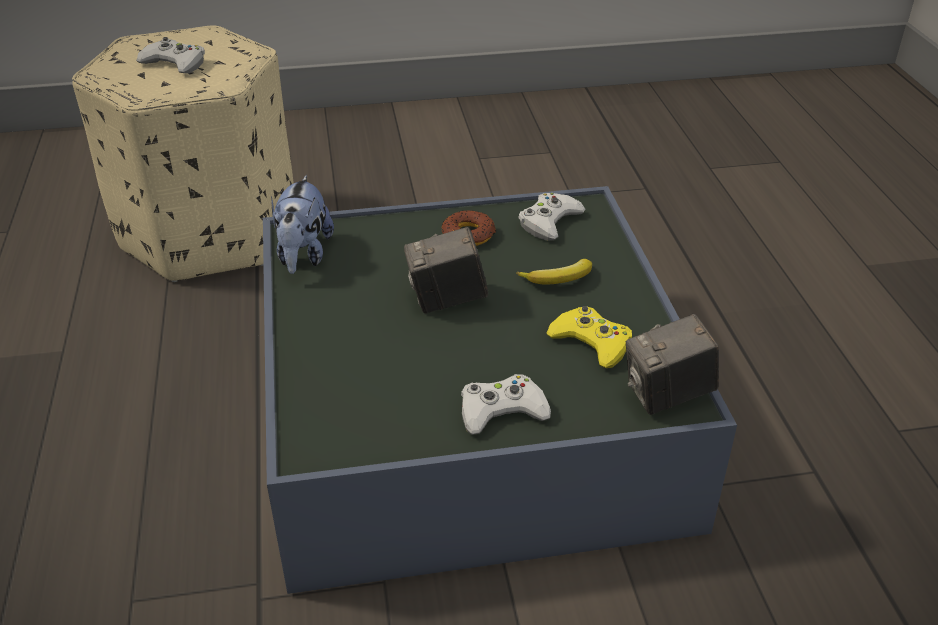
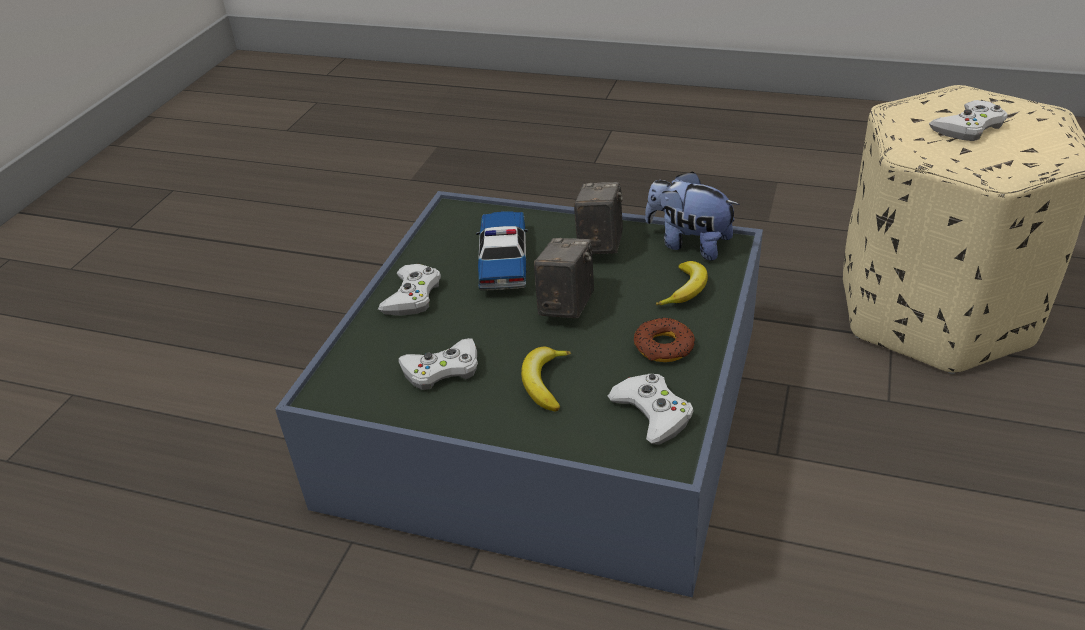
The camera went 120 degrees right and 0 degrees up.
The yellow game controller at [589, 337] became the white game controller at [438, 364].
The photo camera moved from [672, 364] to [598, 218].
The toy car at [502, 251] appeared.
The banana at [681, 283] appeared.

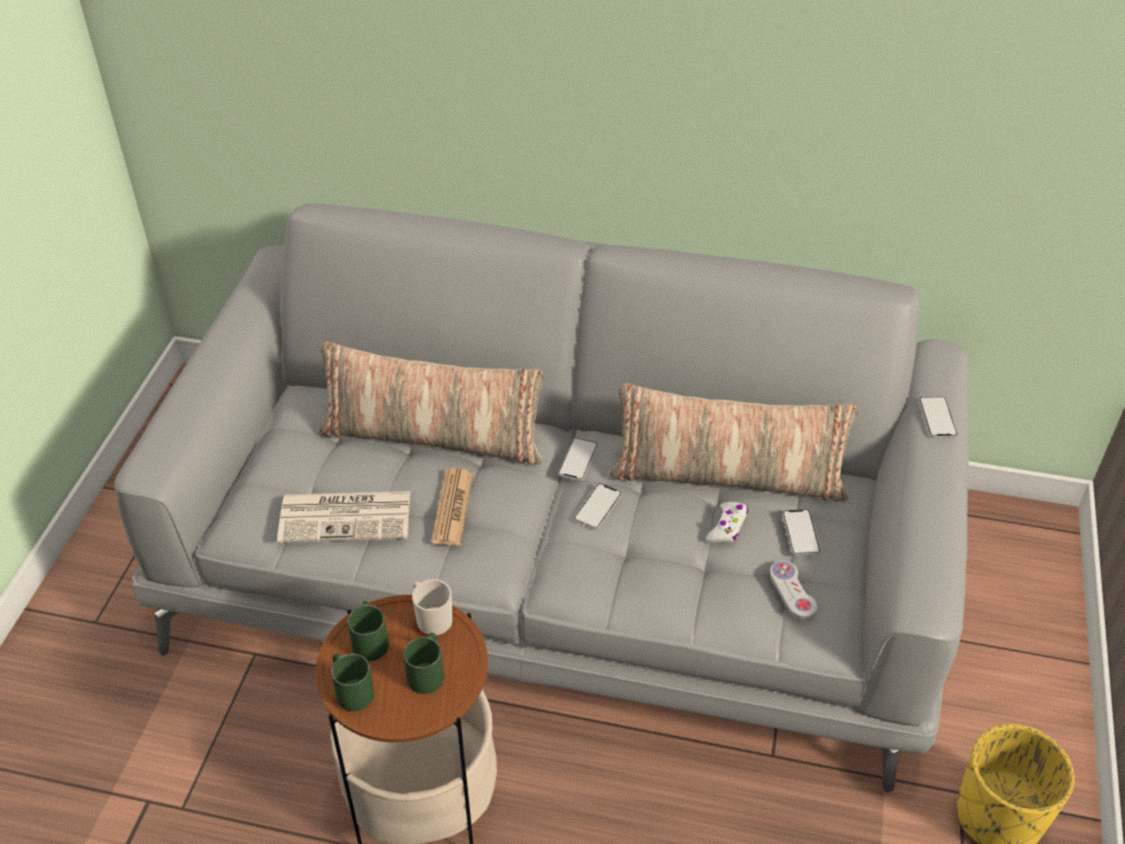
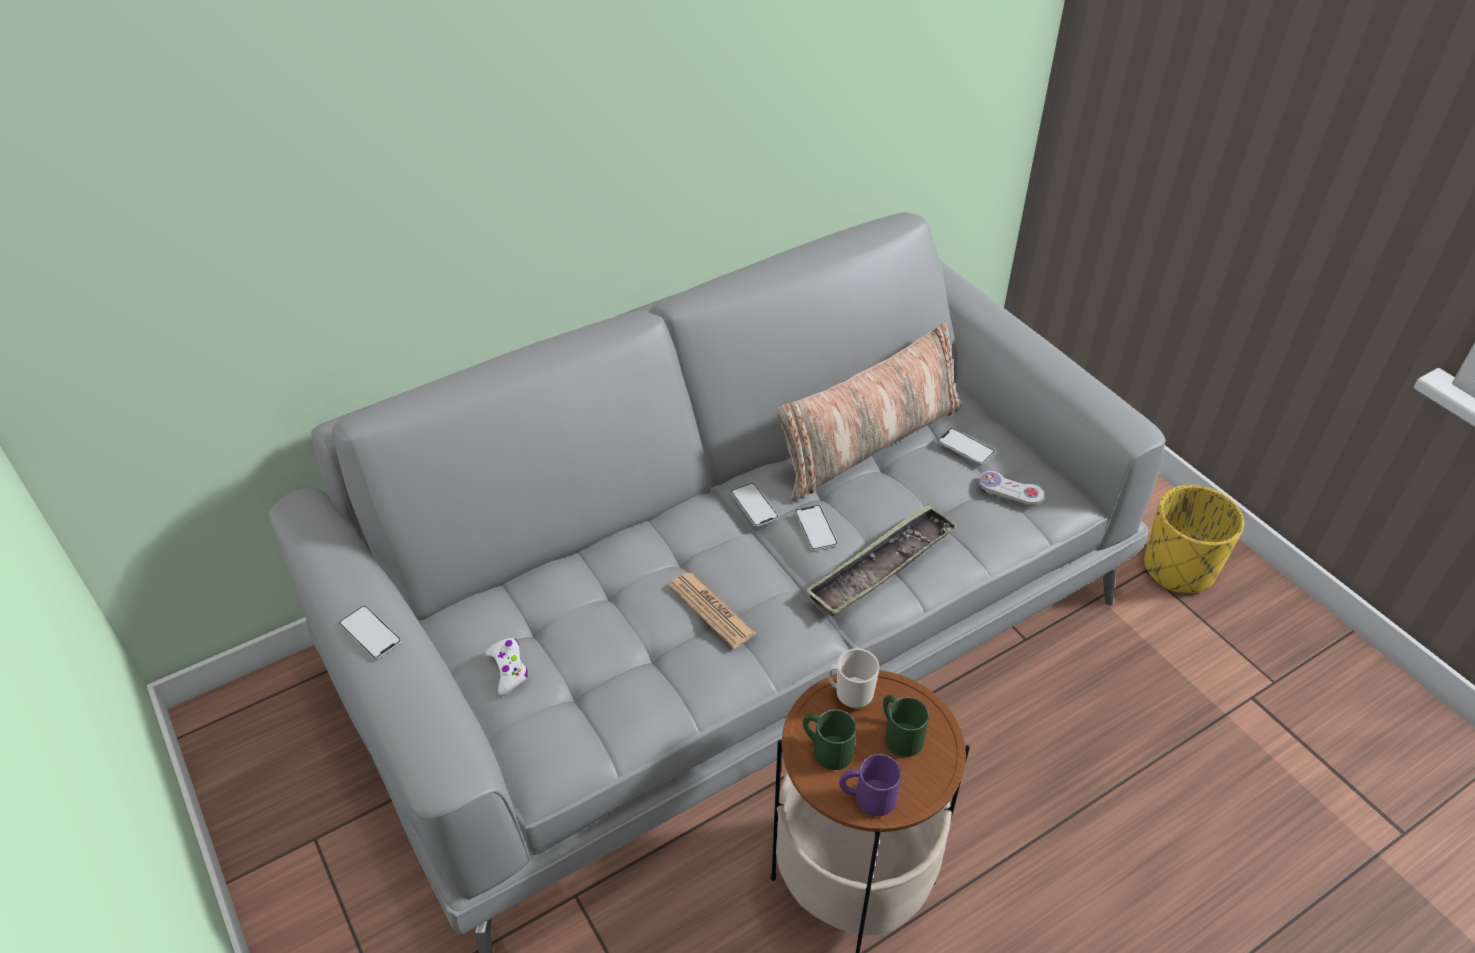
The camera went 45 degrees left and 0 degrees up.
The newspaper at [343, 517] disappeared.
The pillow at [431, 403] disappeared.
The green mug at [352, 682] became the purple mug at [870, 785].
The white game controller moved from [727, 522] to [507, 667].
The phone moved from [938, 417] to [370, 632].
The tray at [881, 560] appeared.

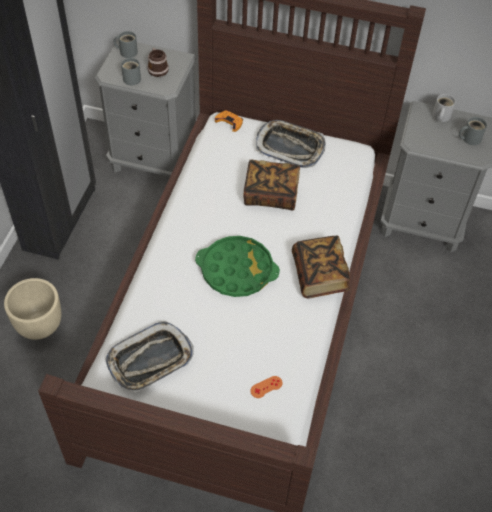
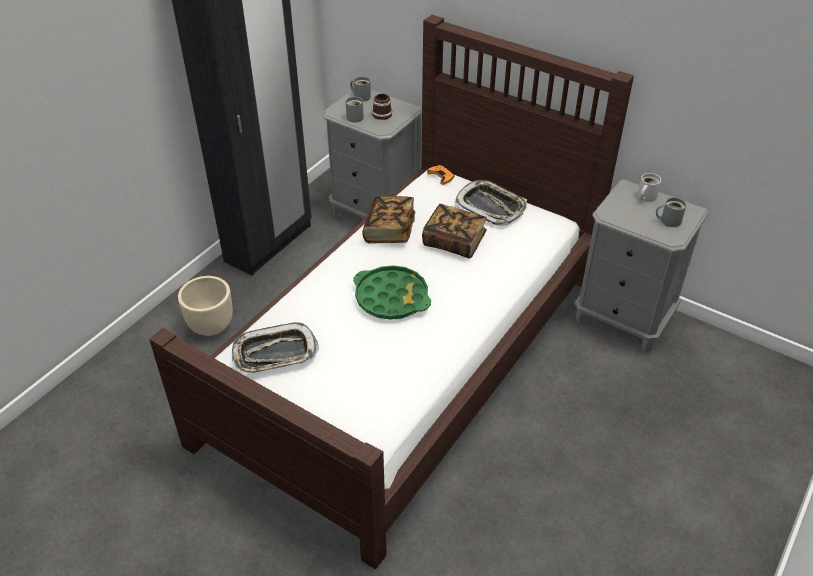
The camera went 20 degrees right and 10 degrees down.
The orange game controller at [266, 387] disappeared.
The book moved from [321, 267] to [388, 220].

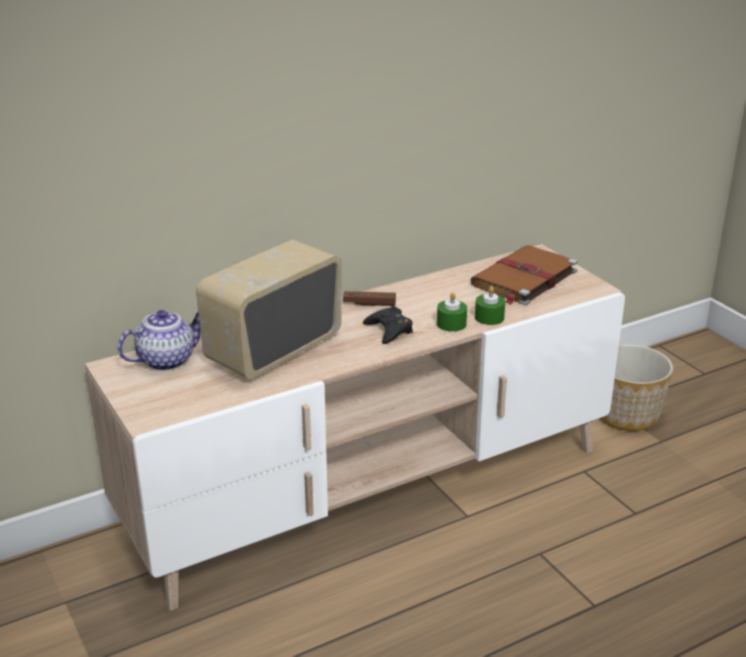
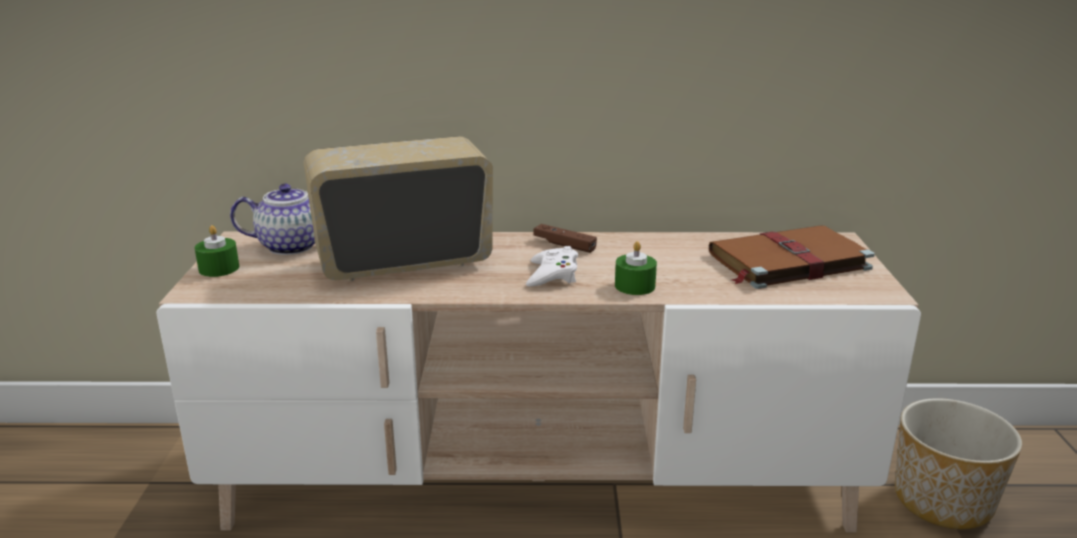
The camera went 30 degrees right and 5 degrees down.
The black game controller at [388, 325] became the white game controller at [552, 266].
The green candle moved from [490, 305] to [217, 251].

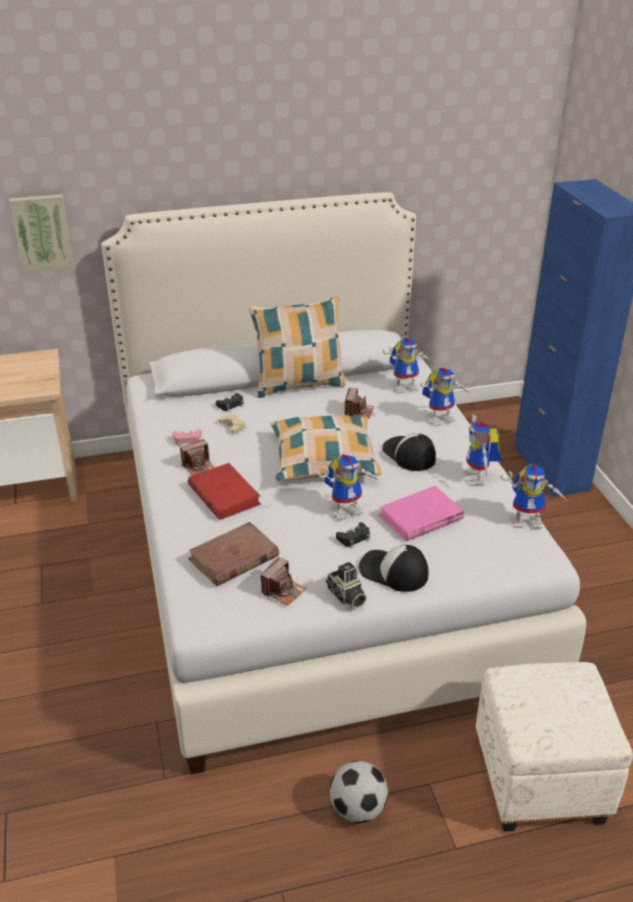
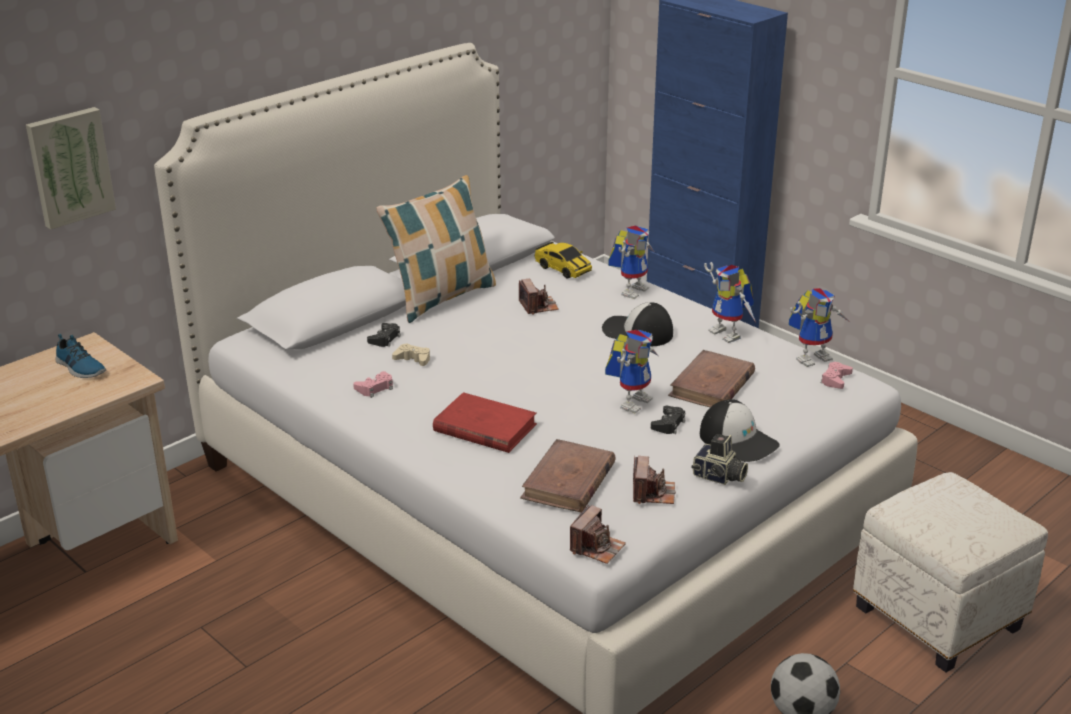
The camera went 30 degrees left and 5 degrees down.
The photo camera moved from [197, 457] to [598, 534].
The pillow at [326, 448] disappeared.
The cap at [393, 568] turned 135 degrees counterclockwise.
The pink book at [421, 513] became the brown book at [711, 378].
The toy robot at [409, 366] was replaced by the toy car at [563, 260].
The shoe at [81, 356] appeared.
The pink game controller at [837, 375] appeared.

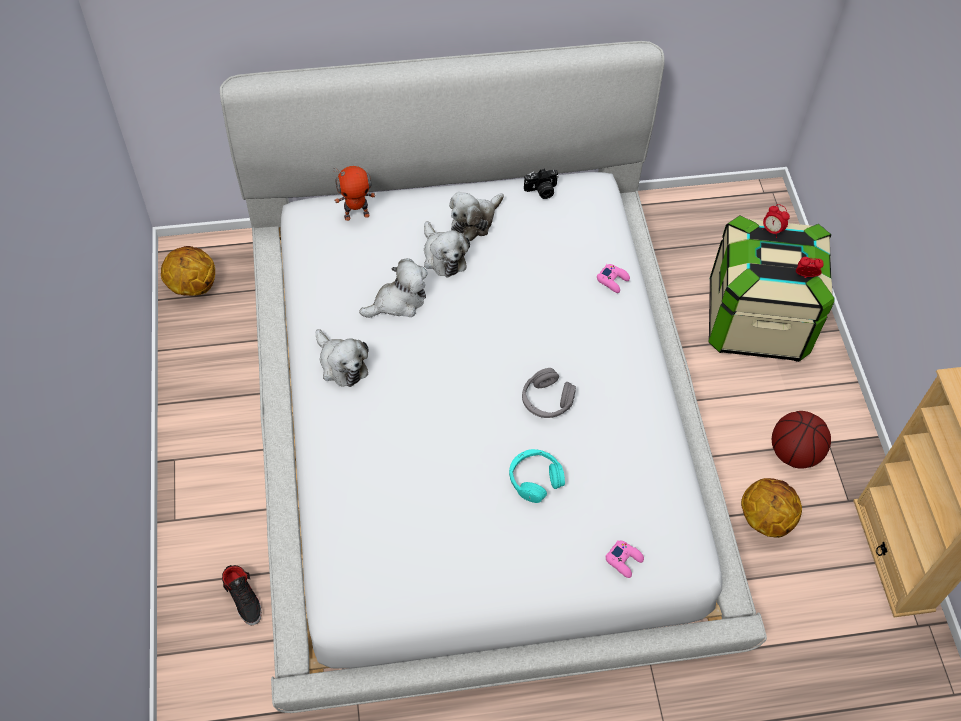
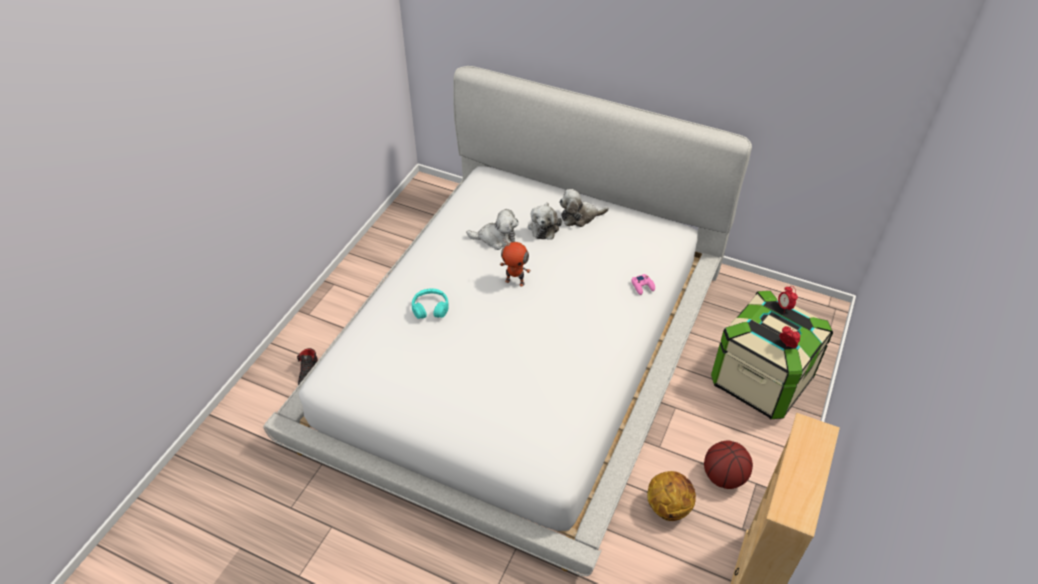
The camera went 35 degrees right and 10 degrees down.
The basketball at [188, 271] disappeared.
The plush toy at [342, 358] disappeared.
The toy robot moved from [354, 193] to [515, 262].
The turquoise headphones moved from [537, 476] to [430, 304].
The grey headphones at [549, 393] disappeared.
The photo camera at [541, 184] disappeared.
The pink game controller at [624, 559] disappeared.

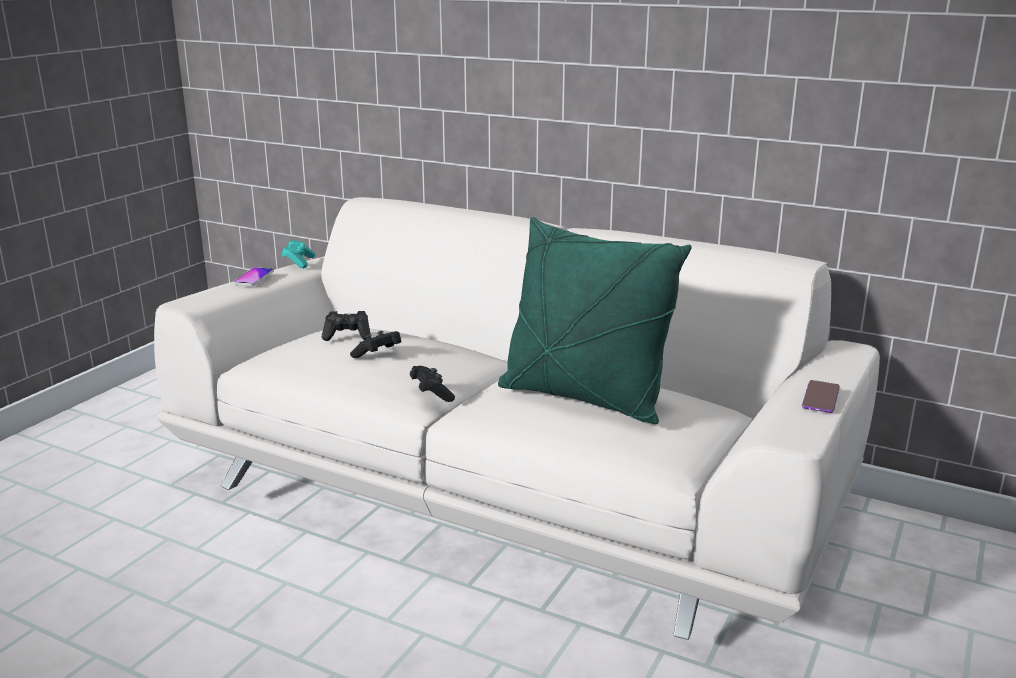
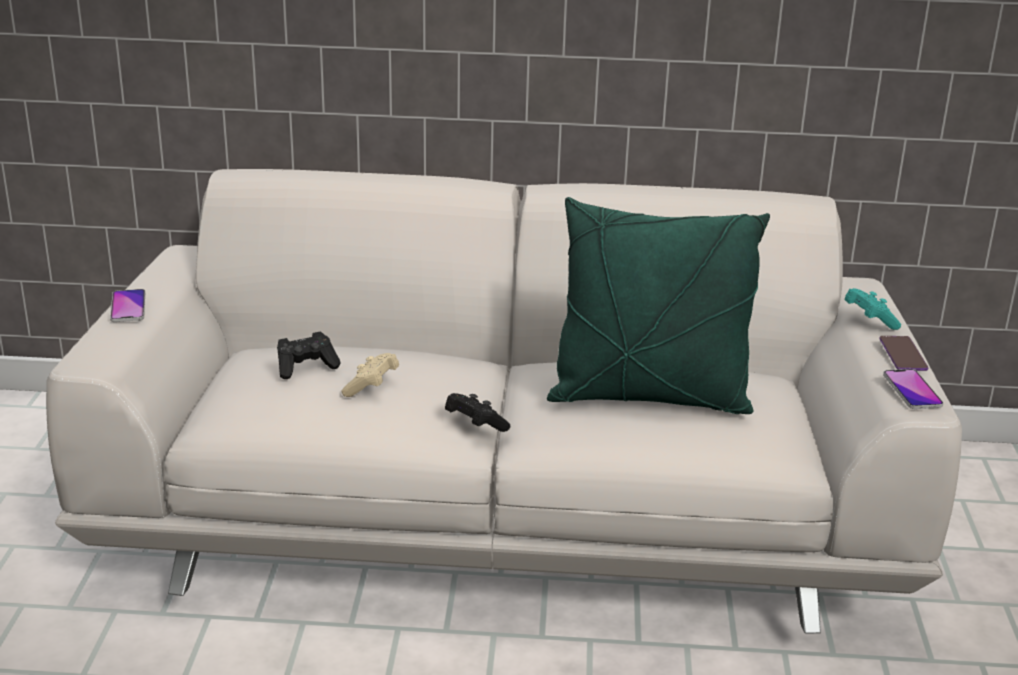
The camera went 25 degrees left and 5 degrees up.
The turquoise game controller moved from [298, 254] to [873, 309].
The black game controller at [375, 344] became the beige game controller at [370, 375].
The phone at [913, 389] appeared.

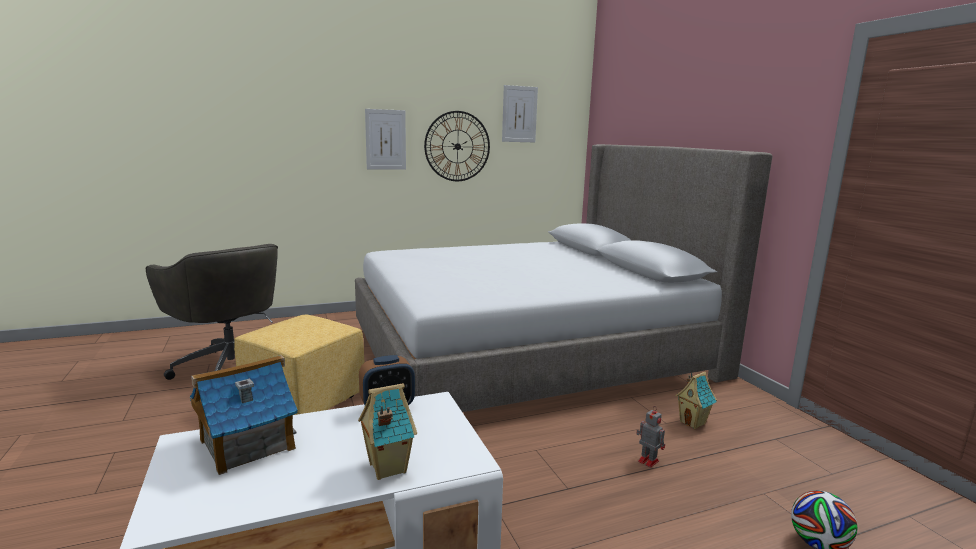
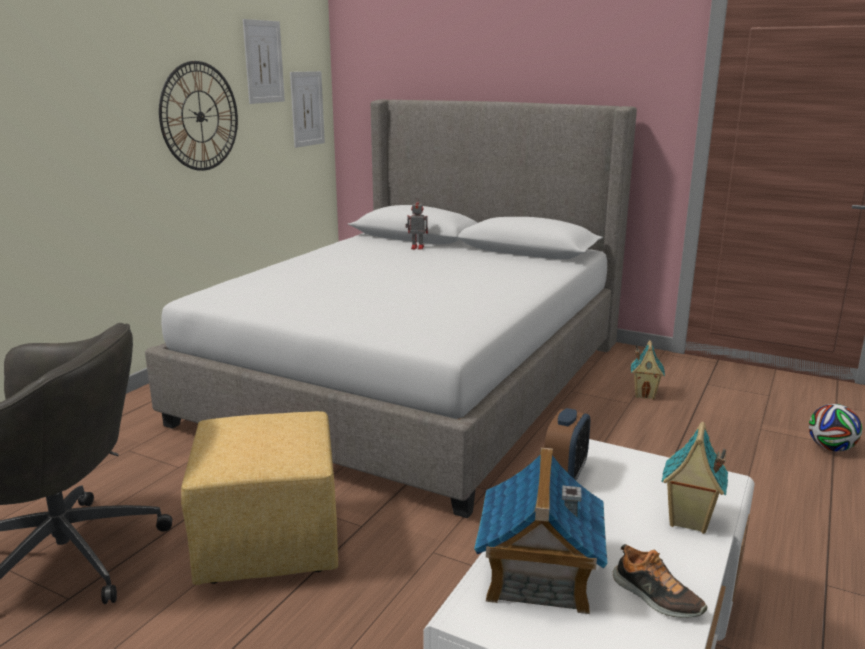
The camera went 40 degrees left and 5 degrees up.
The picture moved from [385, 139] to [307, 109].
The toy robot moved from [650, 437] to [416, 224].
The shoe at [660, 581] appeared.

